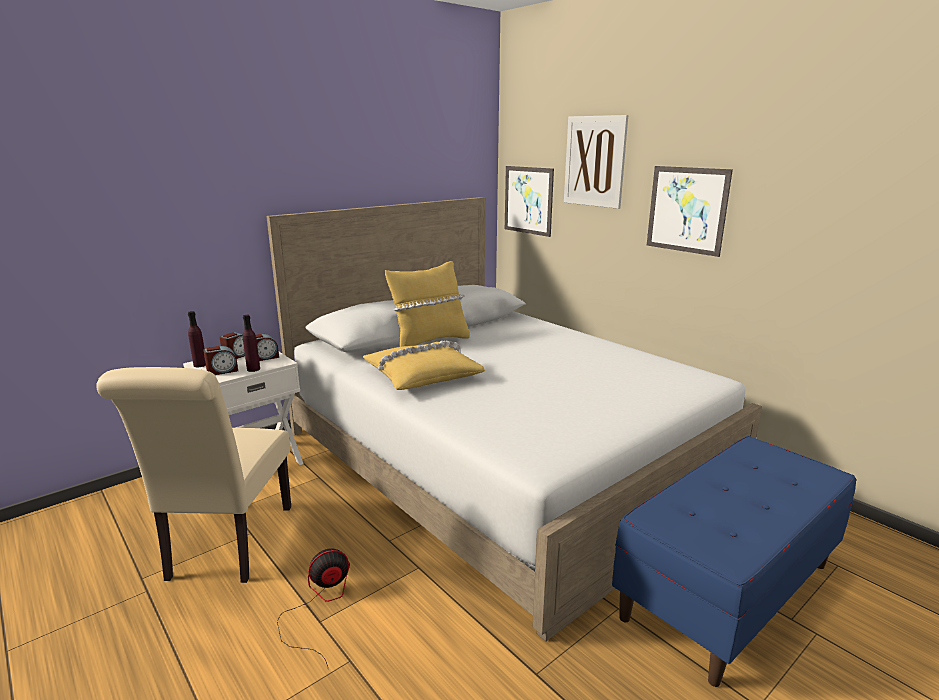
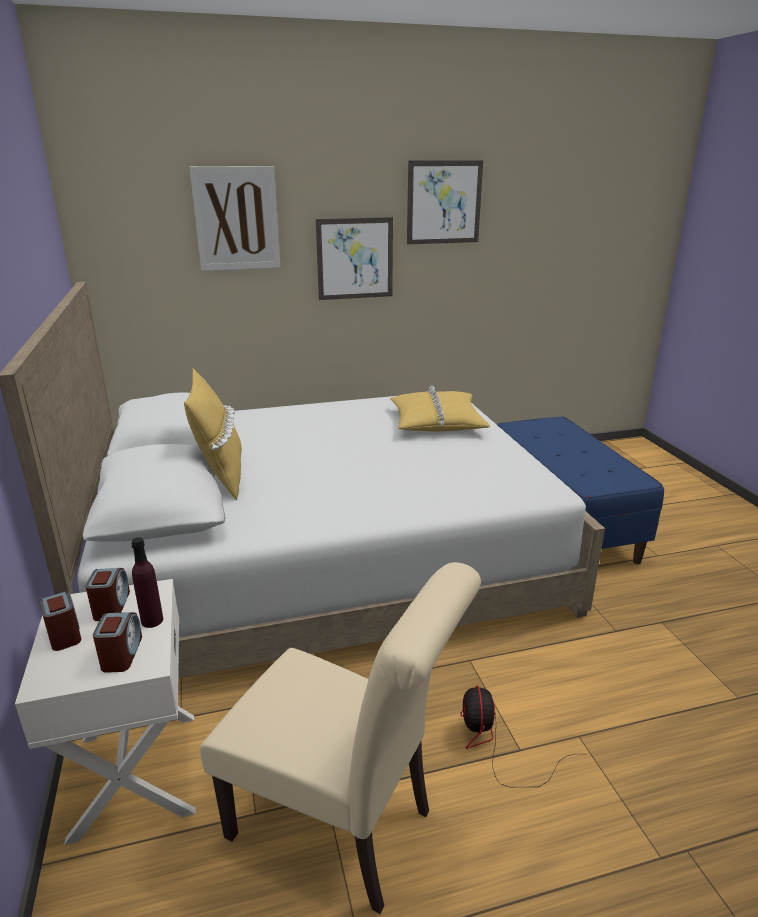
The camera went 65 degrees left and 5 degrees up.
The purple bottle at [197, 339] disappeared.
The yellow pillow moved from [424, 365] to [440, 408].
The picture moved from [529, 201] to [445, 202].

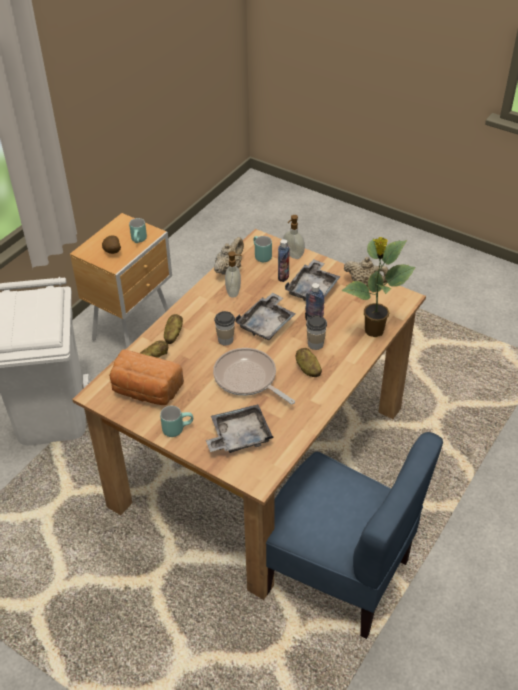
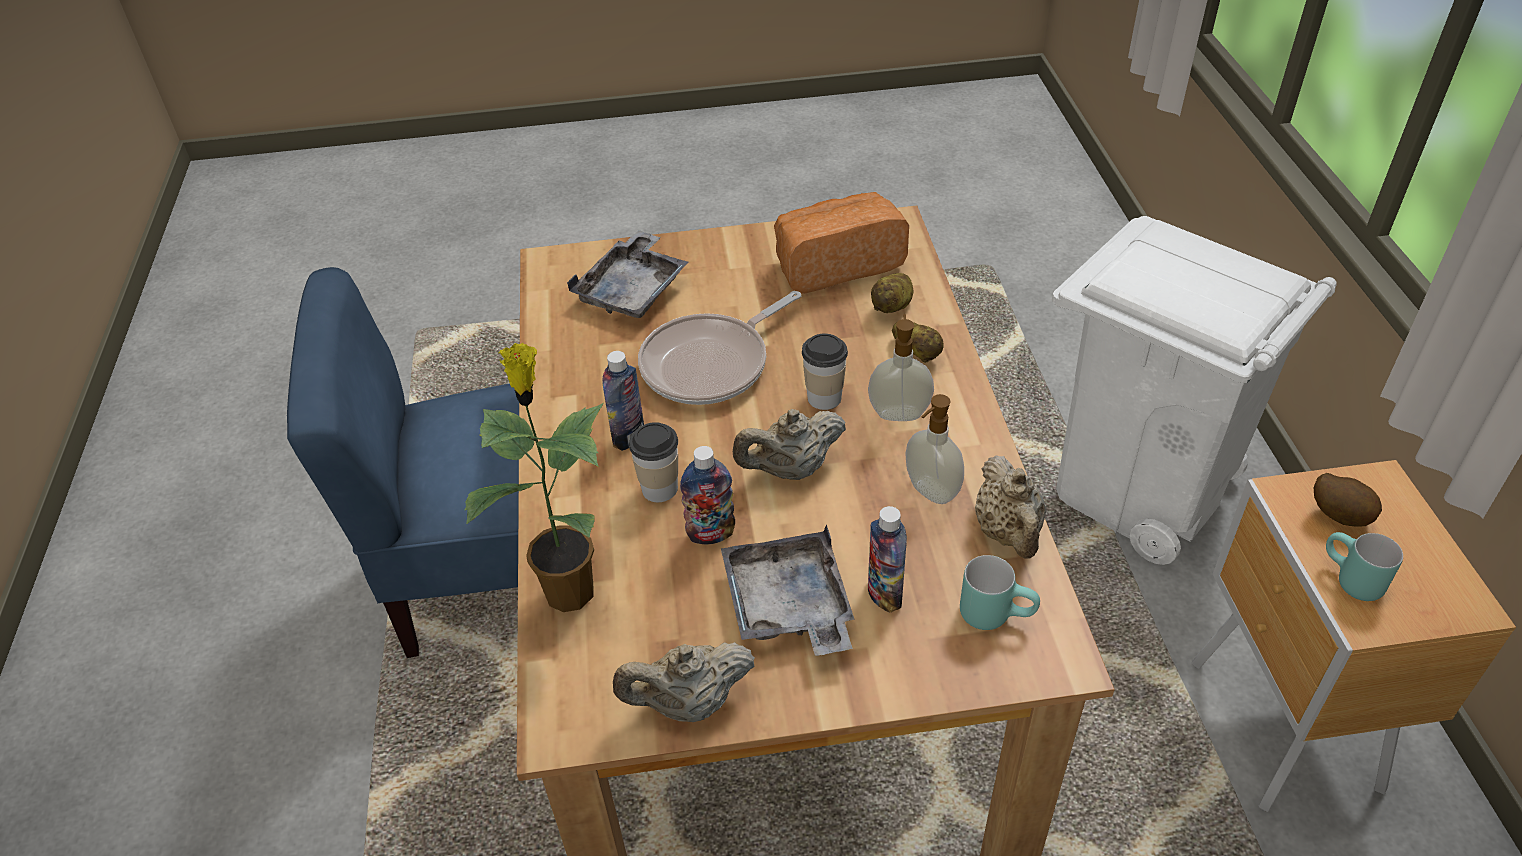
The camera went 140 degrees right and 0 degrees up.
The turquoise mug at [176, 421] disappeared.
The frying pan at [254, 376] turned 135 degrees clockwise.
The grey tray at [265, 316] was replaced by the beige teapot at [789, 444].
The soap dispenser moved from [294, 237] to [901, 367].
The potato at [309, 362] was replaced by the bottle at [623, 401].

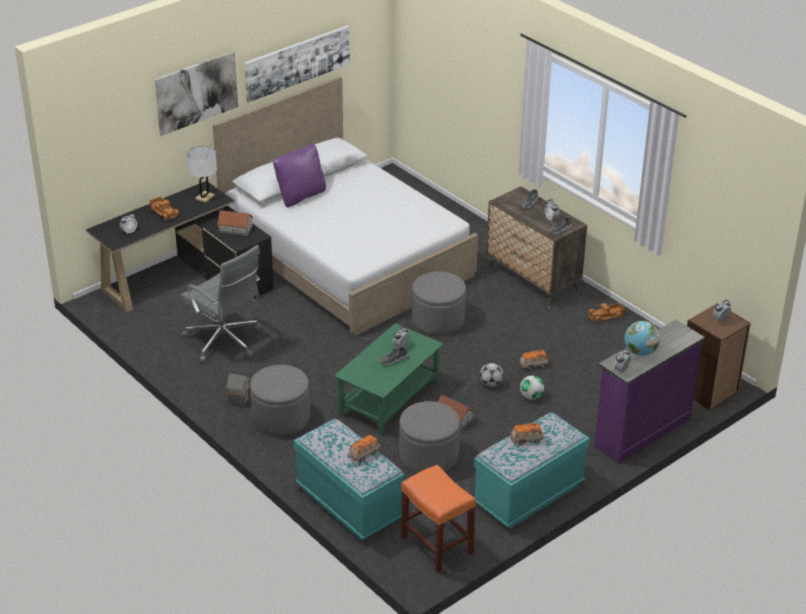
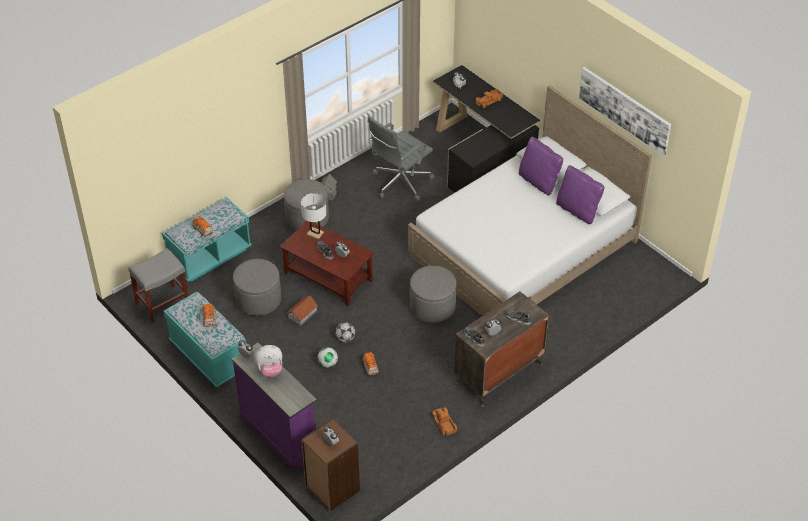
The camera went 90 degrees right and 10 degrees up.
The picture at [196, 93] disappeared.
The white table lamp moved from [202, 174] to [314, 216].
The toy house at [235, 223] disappeared.
The green coffee table at [388, 379] became the brown coffee table at [327, 263].
The orange stool at [438, 519] became the grey stool at [158, 285].
The globe at [642, 338] was replaced by the plush toy at [268, 361].
The purple pillow at [580, 194] appeared.

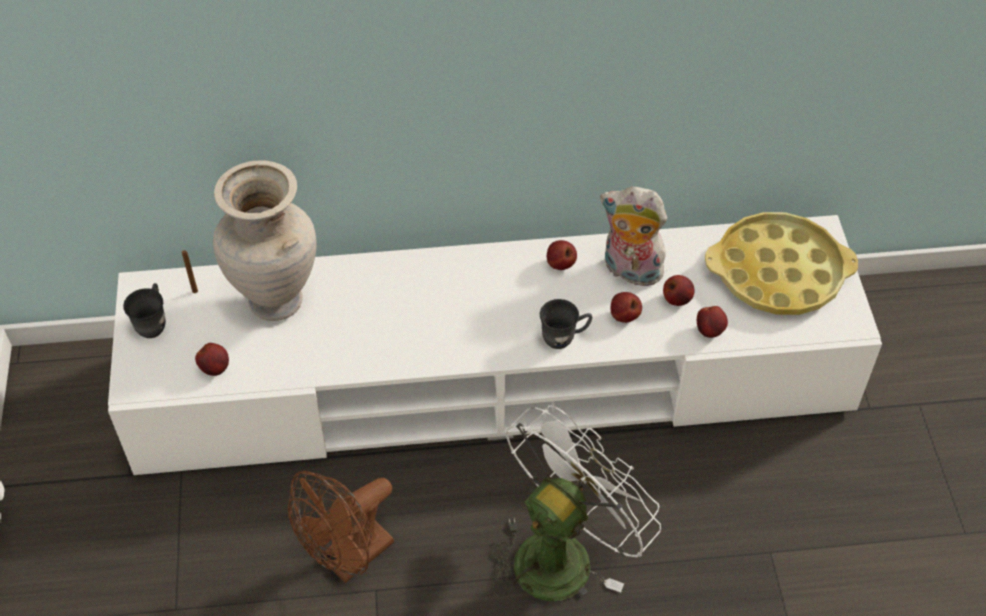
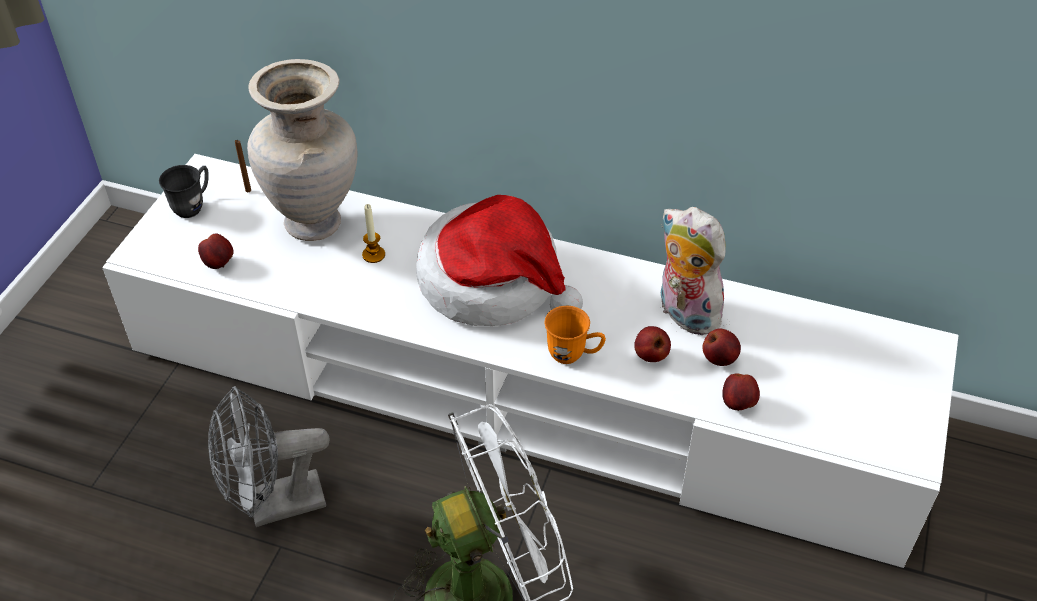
The camera went 25 degrees right and 5 degrees down.
The brown fan at [341, 527] became the grey fan at [269, 456].
The grey mug at [566, 324] became the orange mug at [575, 334].
The apple at [562, 255] disappeared.
The yellow tray at [781, 263] disappeared.
The candle at [373, 233] appeared.
The hat at [499, 260] appeared.

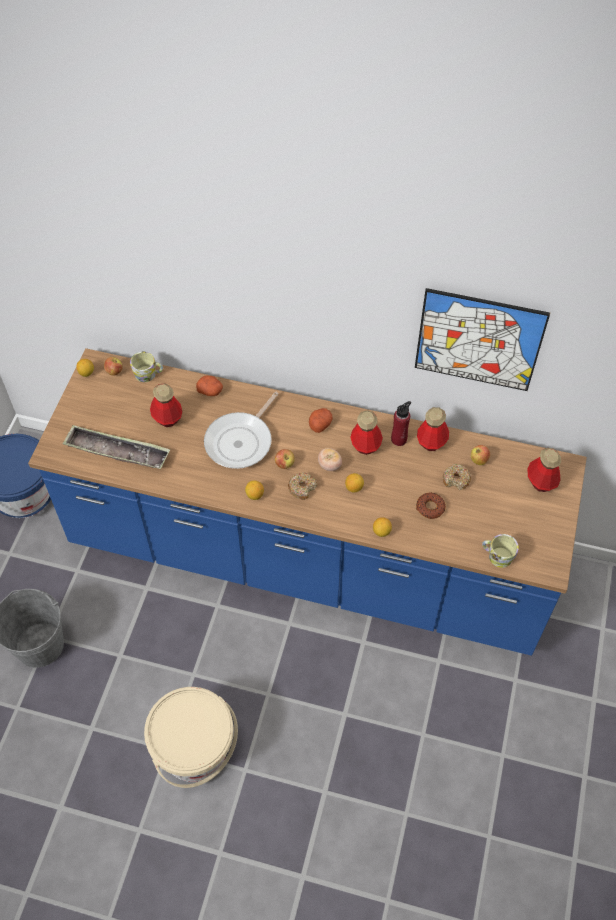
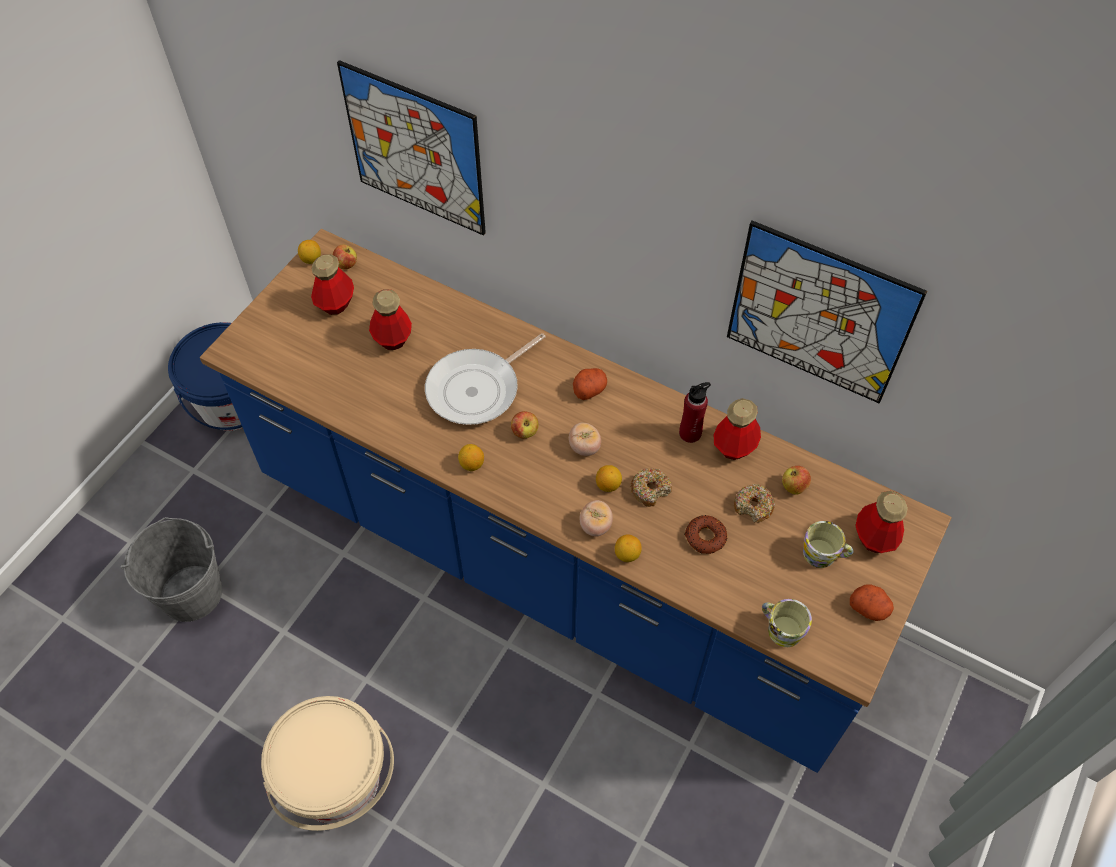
The camera went 15 degrees right and 0 degrees up.
The tray at [116, 447] disappeared.
The mug moved from [146, 367] to [828, 544].
The potato moved from [209, 385] to [872, 603].
The donut moved from [302, 486] to [651, 487].
The bottle moved from [366, 432] to [332, 284].
The picture at [411, 148] appeared.
The tomato at [596, 518] appeared.

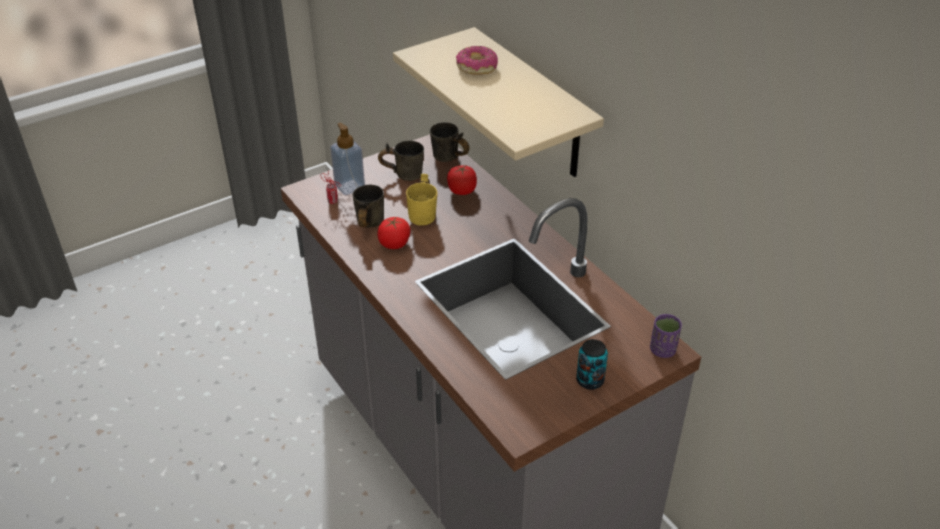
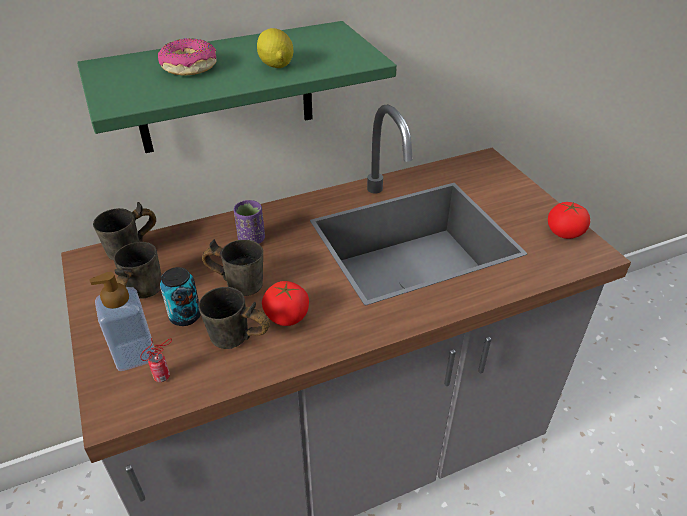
The camera went 80 degrees left and 0 degrees up.
The beige shelf at [498, 102] became the green shelf at [237, 87].
The yellow mug at [421, 199] became the grey mug at [232, 267].
The tomato moved from [462, 180] to [569, 220].
The can moved from [592, 364] to [180, 296].
The purple cup moved from [666, 336] to [249, 222].
The lemon at [275, 48] appeared.

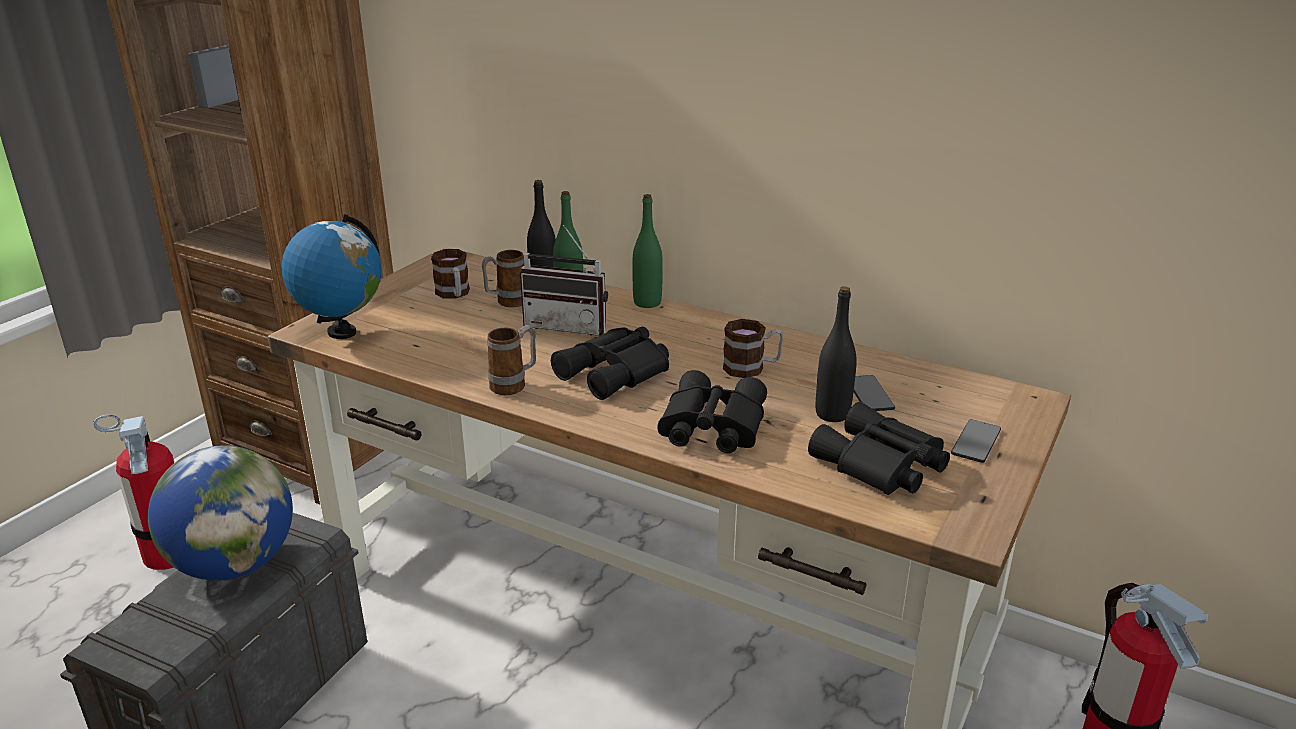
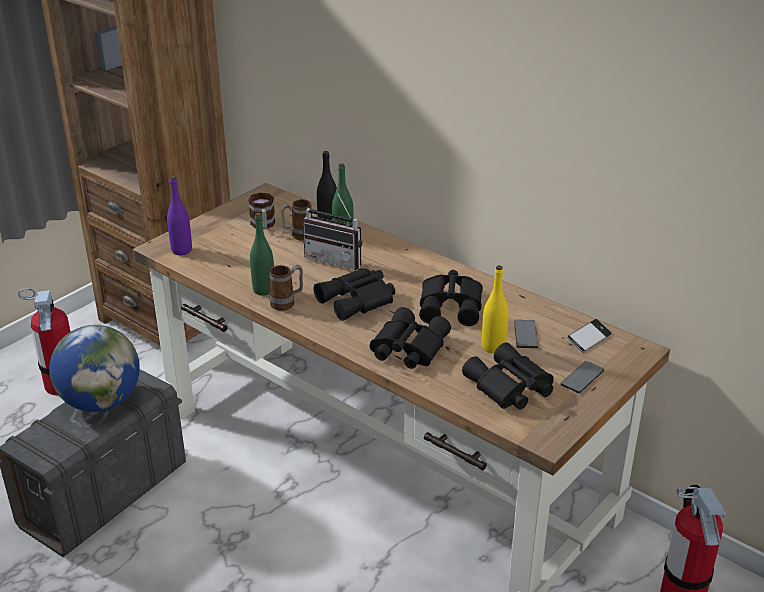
The camera went 10 degrees right and 5 degrees up.
The globe at [332, 276] was replaced by the purple bottle at [179, 215].
The green bottle moved from [647, 251] to [262, 254].
The mug at [753, 348] was replaced by the black binoculars at [451, 298].
The black bottle at [836, 354] became the yellow bottle at [495, 309].
The phone at [589, 336] appeared.

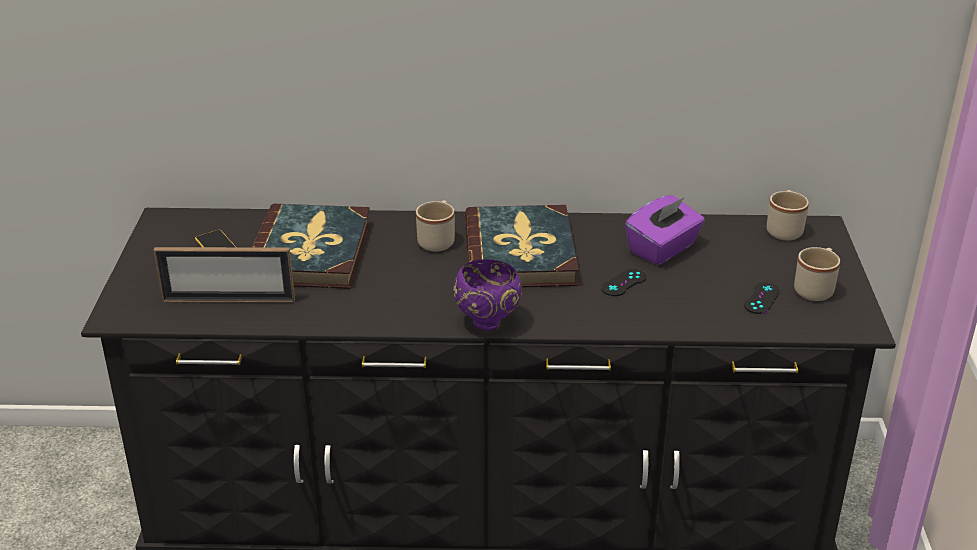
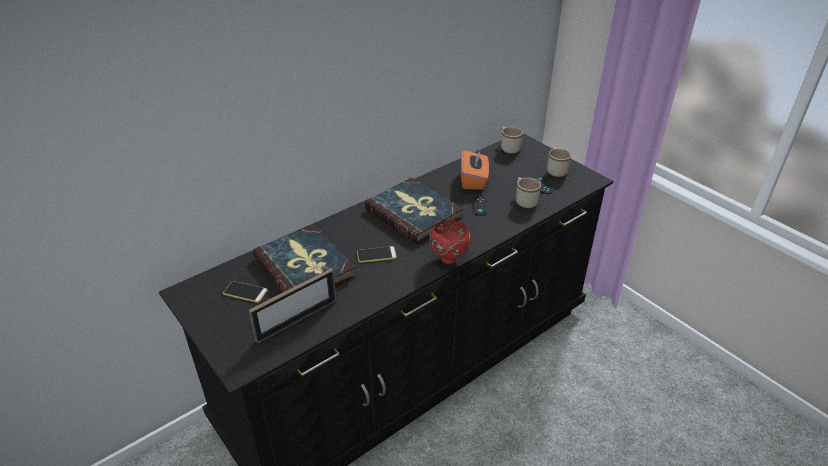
The camera went 40 degrees left and 5 degrees up.
The beige mug moved from [435, 226] to [528, 192].
The purple bowl at [487, 295] became the red bowl at [450, 242].
The purple tissue box at [665, 230] became the orange tissue box at [475, 169].
The phone at [377, 254] appeared.

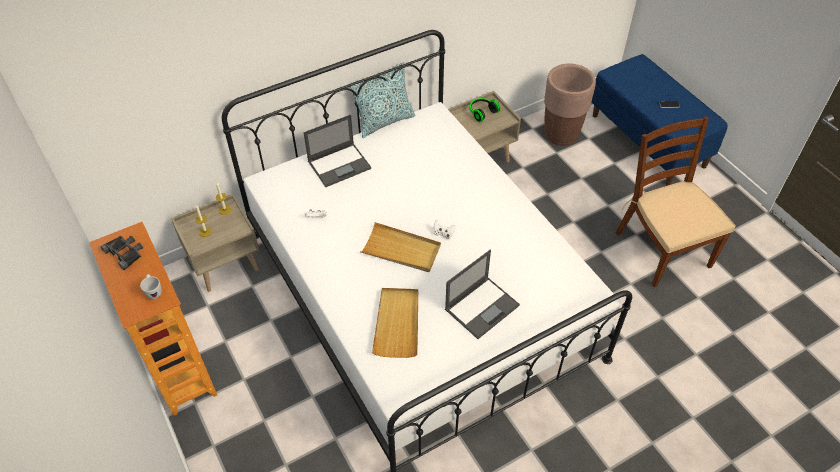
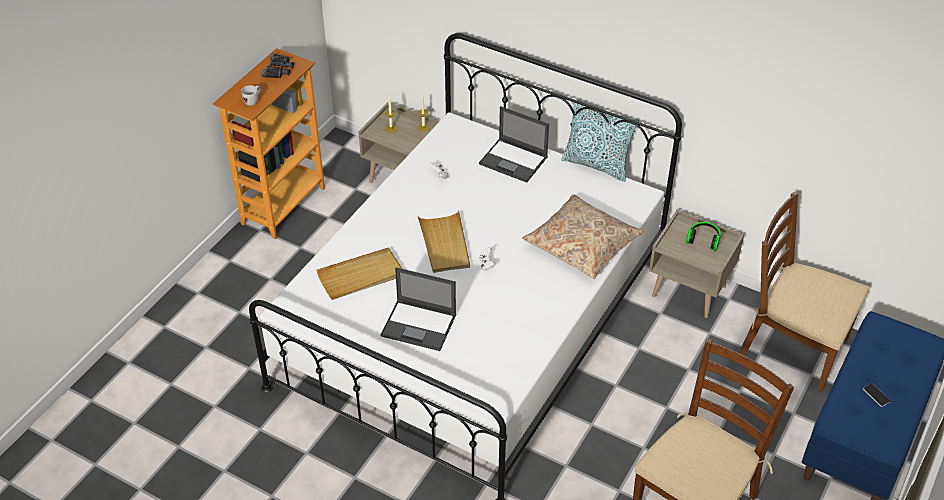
The camera went 60 degrees right and 5 degrees down.
The brown planter at [570, 105] was replaced by the brown chair at [804, 292].
The beige pillow at [583, 236] appeared.

